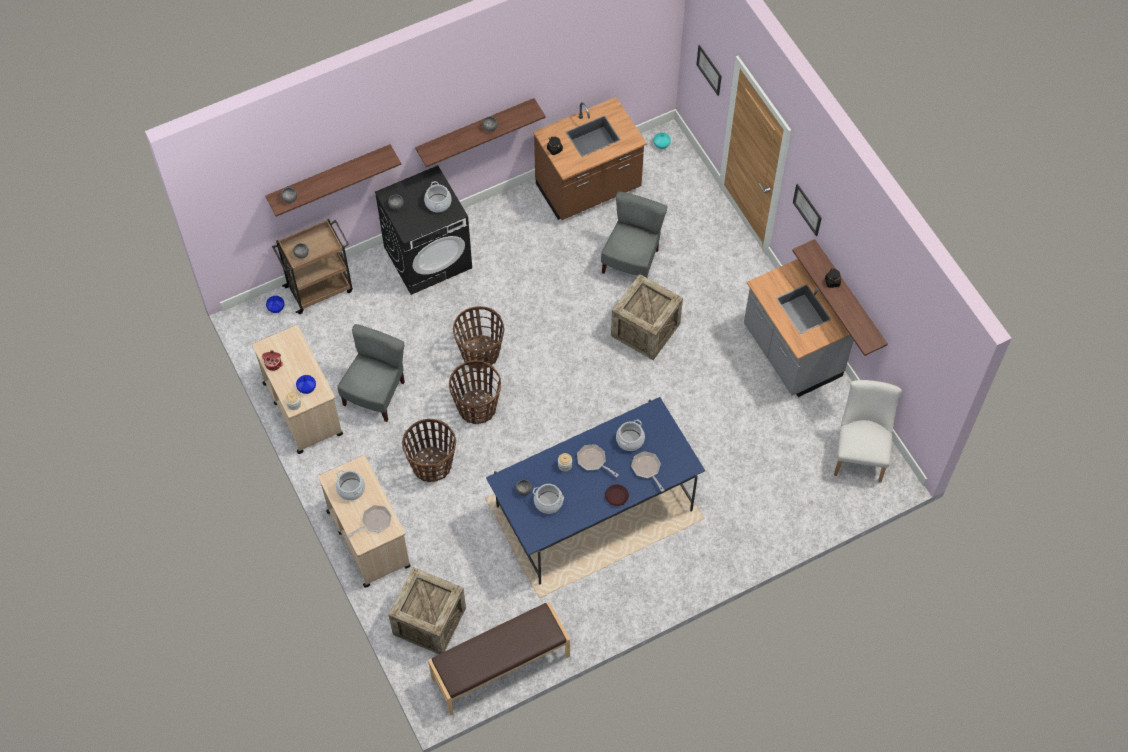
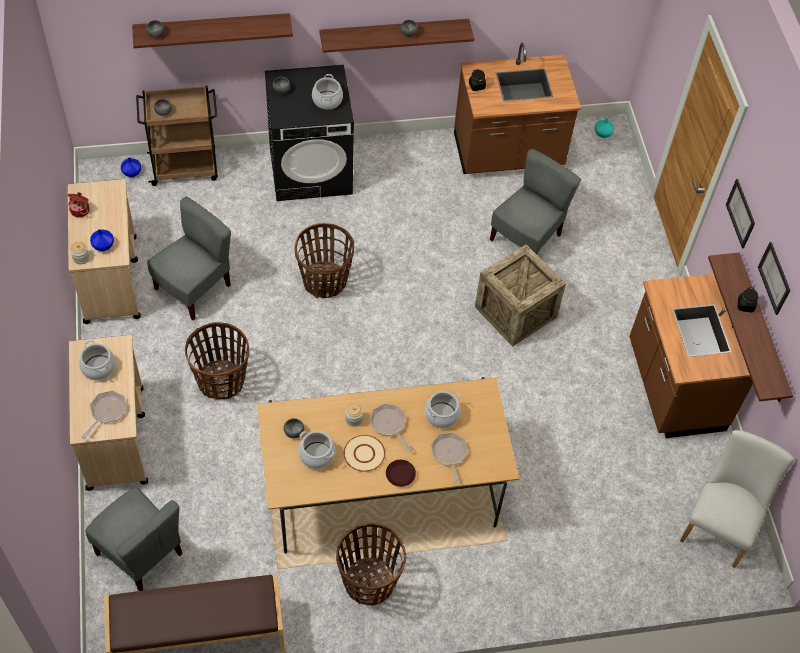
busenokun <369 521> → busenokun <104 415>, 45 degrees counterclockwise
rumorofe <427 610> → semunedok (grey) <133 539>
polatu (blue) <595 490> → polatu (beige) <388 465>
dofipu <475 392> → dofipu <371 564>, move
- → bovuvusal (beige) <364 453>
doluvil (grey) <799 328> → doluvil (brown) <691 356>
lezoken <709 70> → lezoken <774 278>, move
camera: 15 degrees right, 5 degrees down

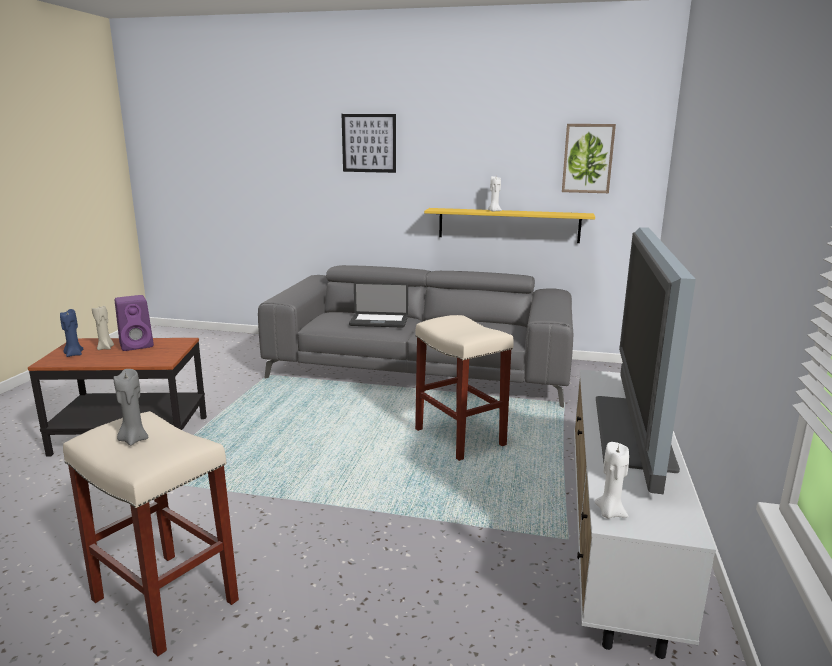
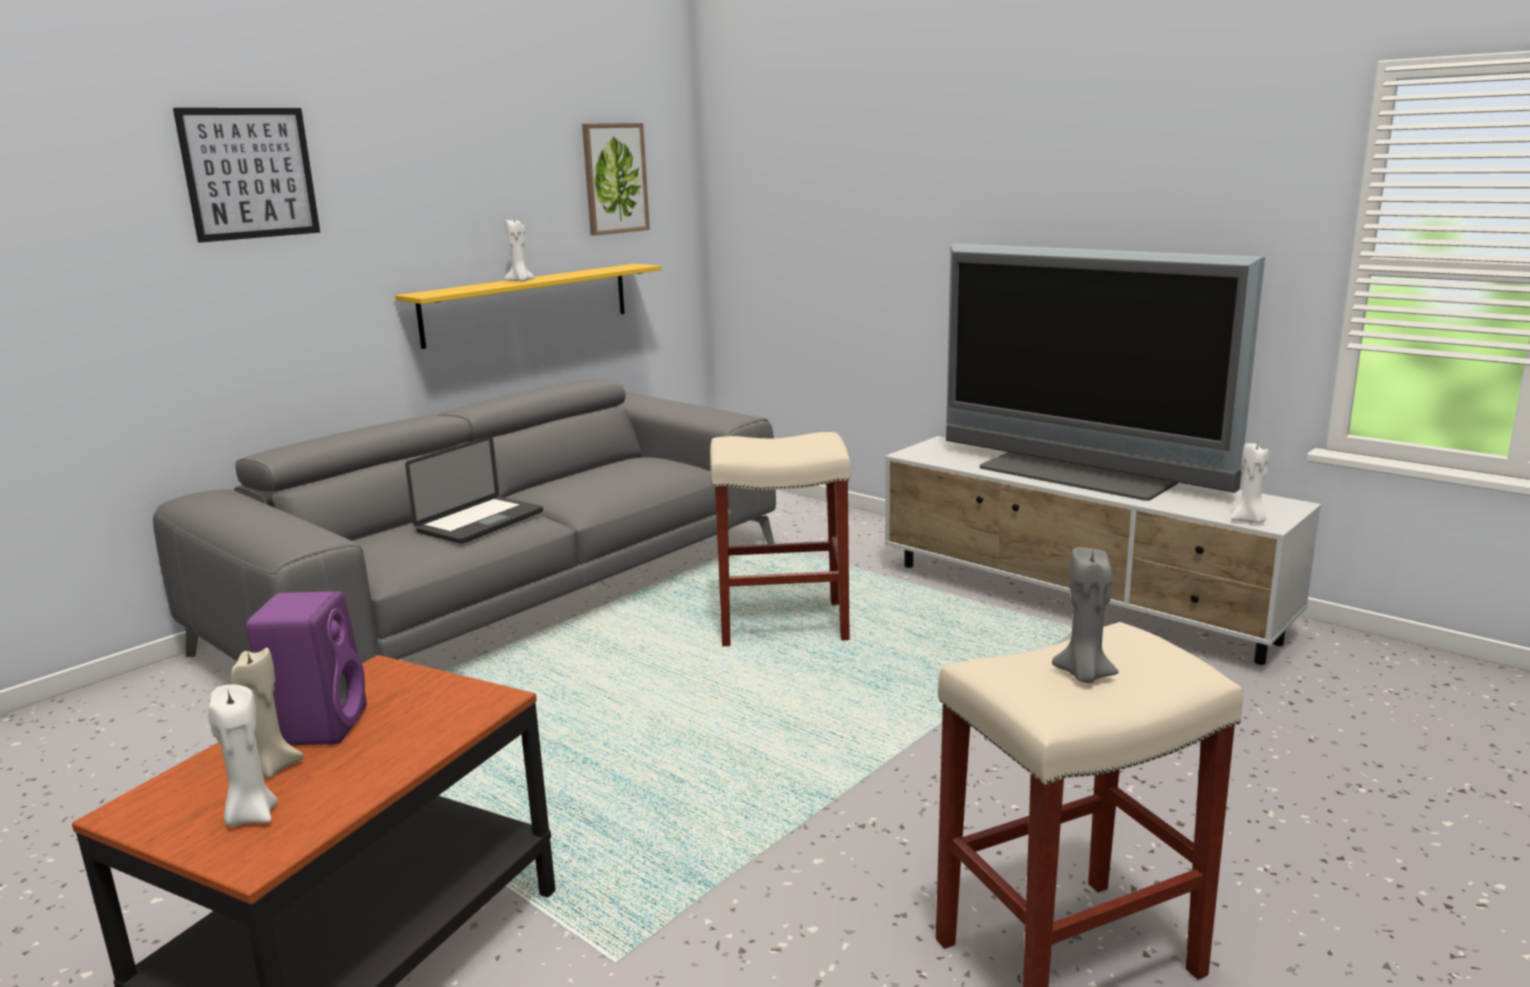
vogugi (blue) <71 333> → vogugi (white) <243 755>
camera: 60 degrees left, 0 degrees up

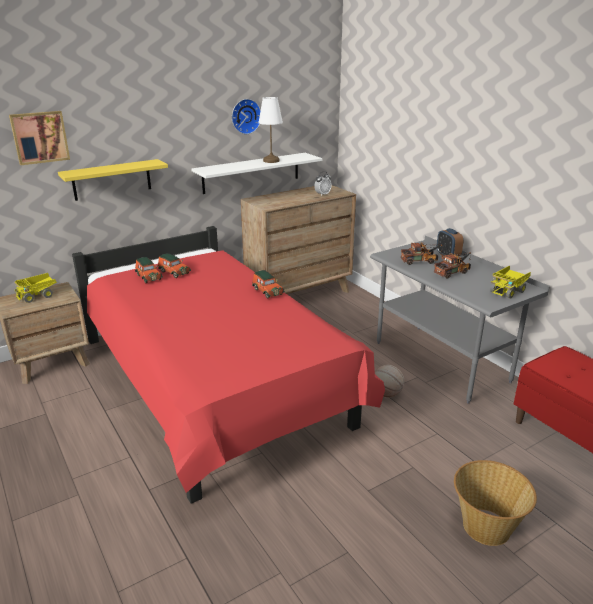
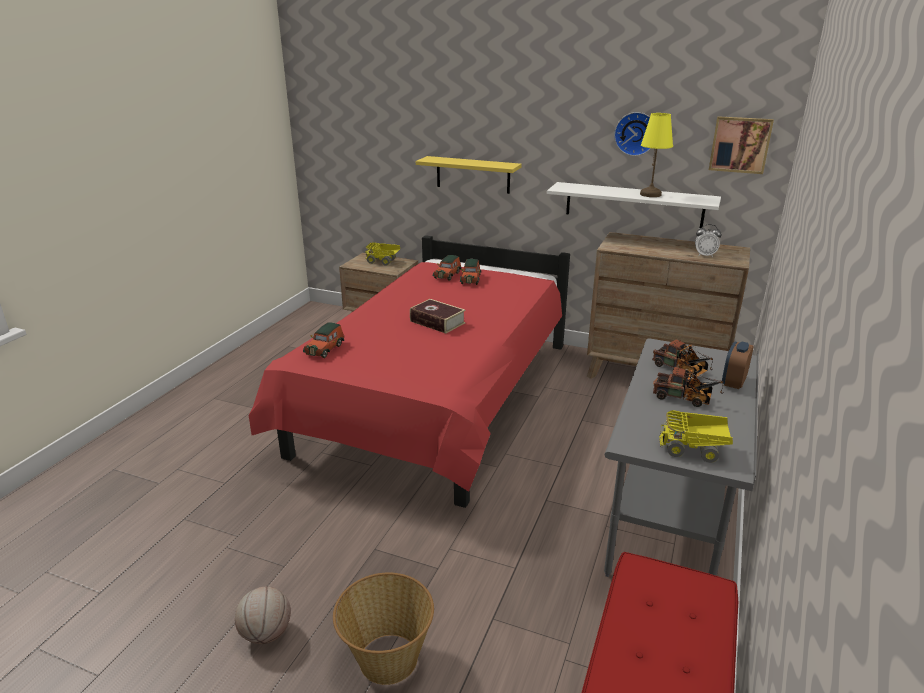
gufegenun <389 381> → gufegenun <263 615>, move
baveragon <268 284> → baveragon <323 340>, move
- → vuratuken <437 316>
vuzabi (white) <270 130> → vuzabi (yellow) <656 155>
lezoken <39 138> → lezoken <741 145>, move
camera: 55 degrees right, 0 degrees up

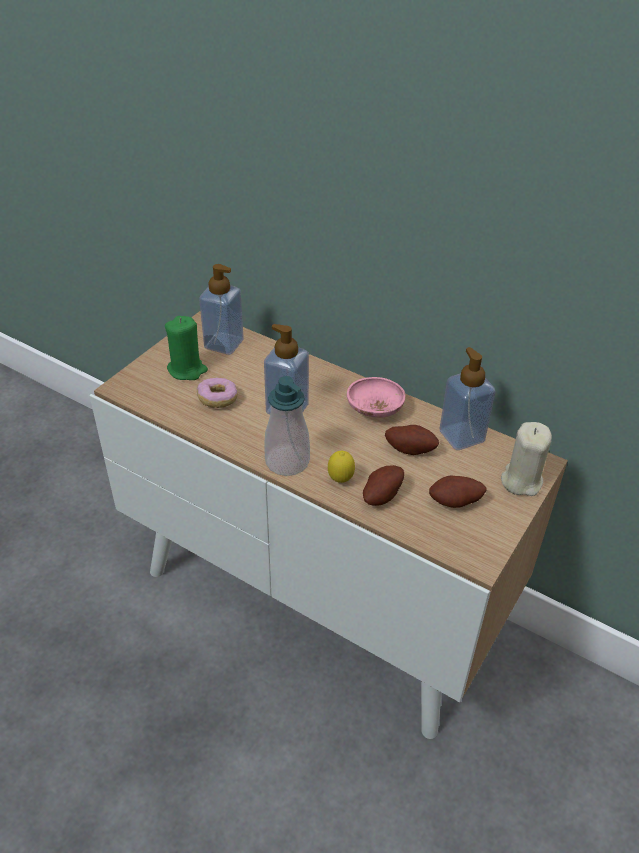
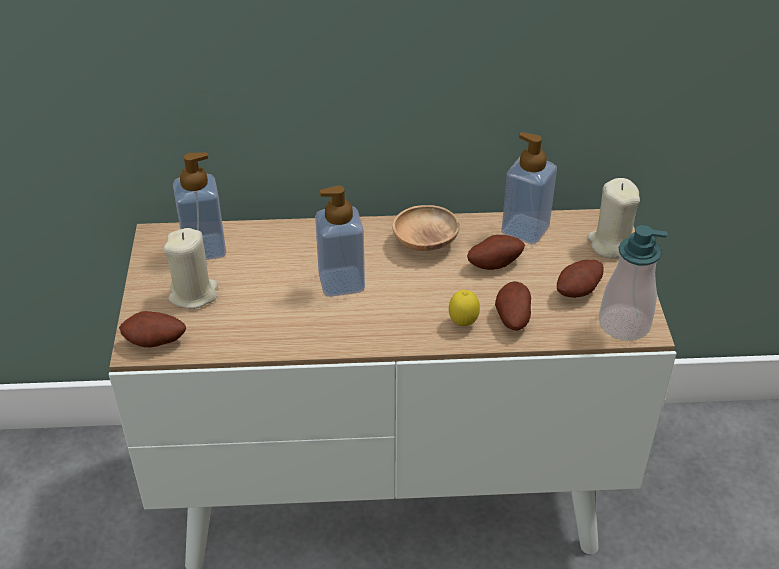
- → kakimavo <152 329>
vogugi (green) <186 348> → vogugi (beige) <191 268>
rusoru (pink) <376 397> → rusoru (brown) <426 228>
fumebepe <287 426> → fumebepe <633 283>, move
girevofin <217 393> → -
camera: 35 degrees left, 0 degrees up

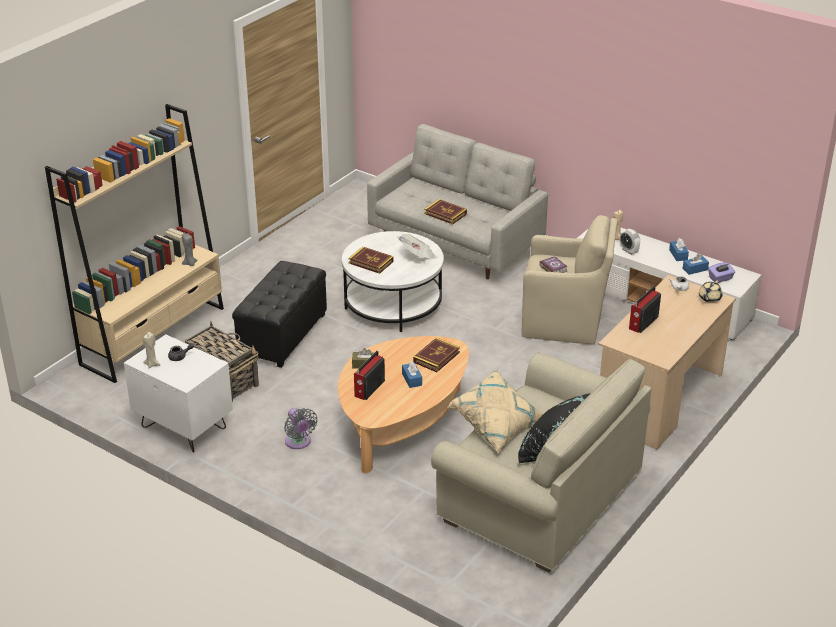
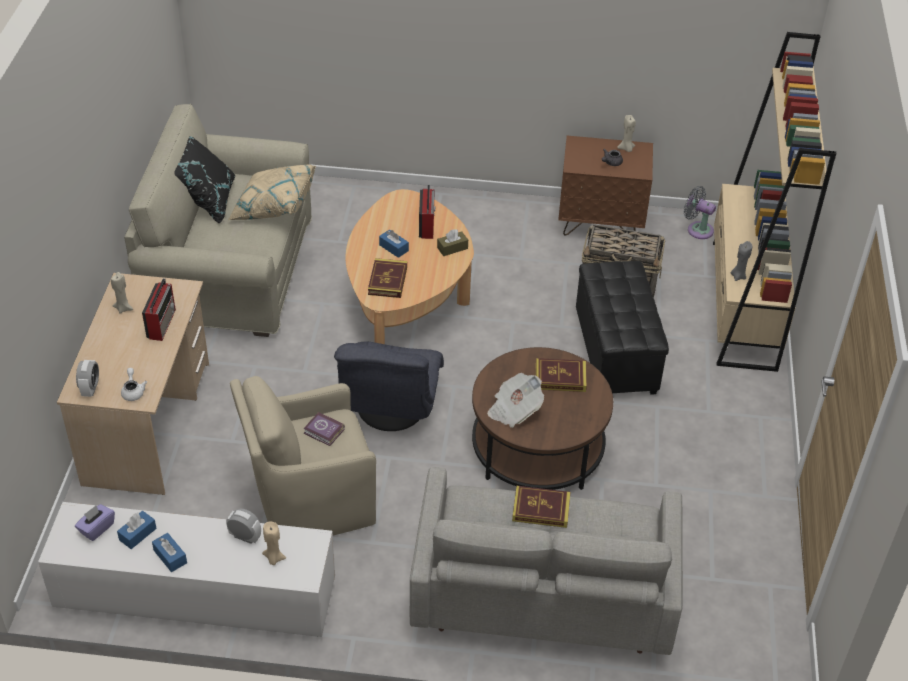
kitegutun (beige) <710 291> → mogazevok <87 378>
- → vogugi (beige) <122 293>
- → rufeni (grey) <389 386>
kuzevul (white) <393 281> → kuzevul (brown) <542 418>
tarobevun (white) <178 393> → tarobevun (brown) <605 186>
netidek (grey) <301 428> → netidek (grey) <700 212>, move
camera: 150 degrees right, 10 degrees up

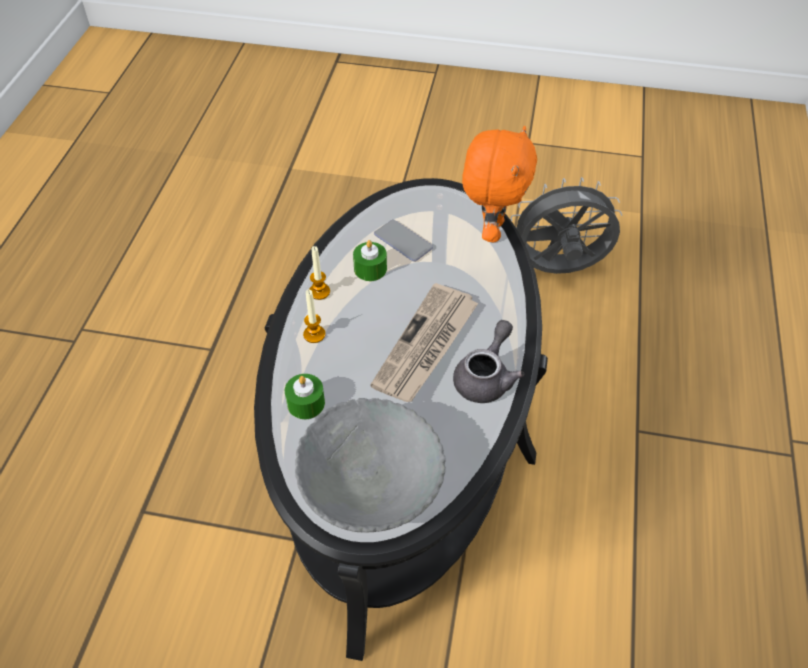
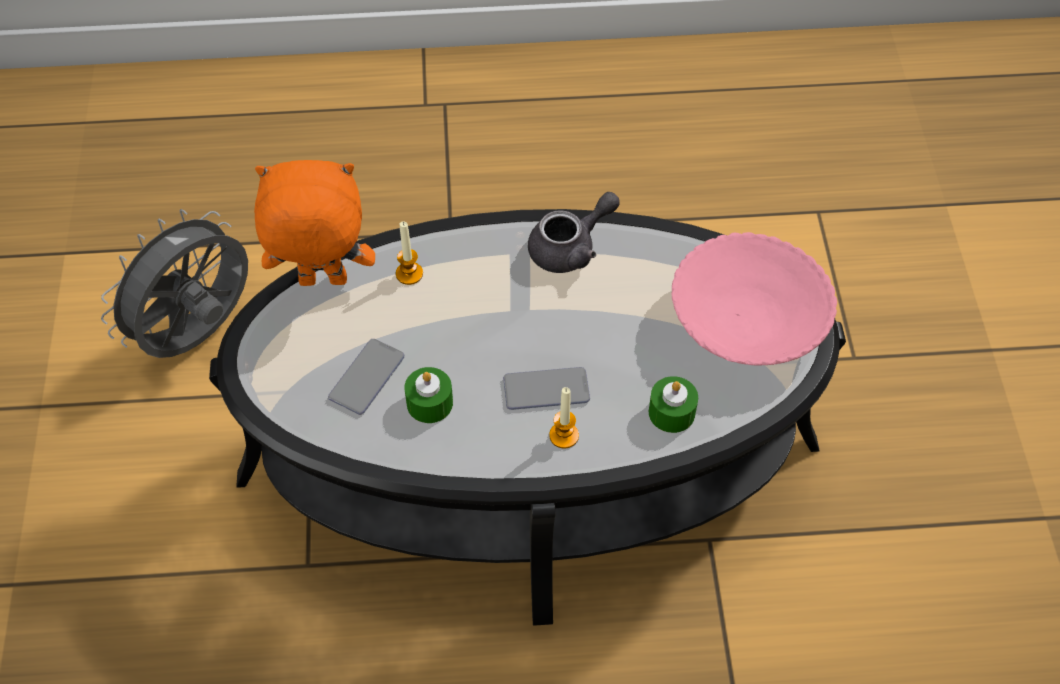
netidek (grey) <566 225> → netidek (grey) <174 283>, 60 degrees clockwise
vogugi <319 273> → vogugi <409 253>, move
- → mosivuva <546 388>
kitegutun (grey) <488 361> → kitegutun (grey) <574 232>, 135 degrees clockwise
rusoru (grey) <370 465> → rusoru (pink) <754 299>
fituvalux <424 342> → -
camera: 105 degrees left, 5 degrees up

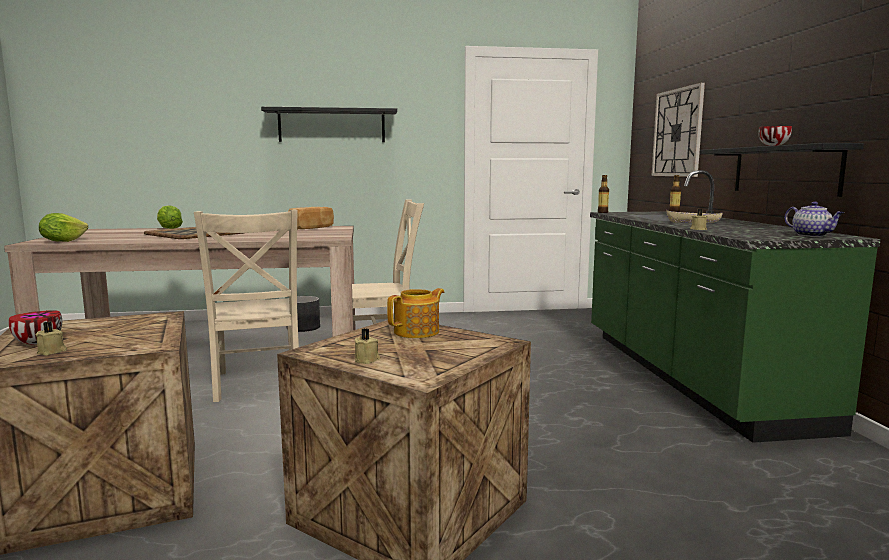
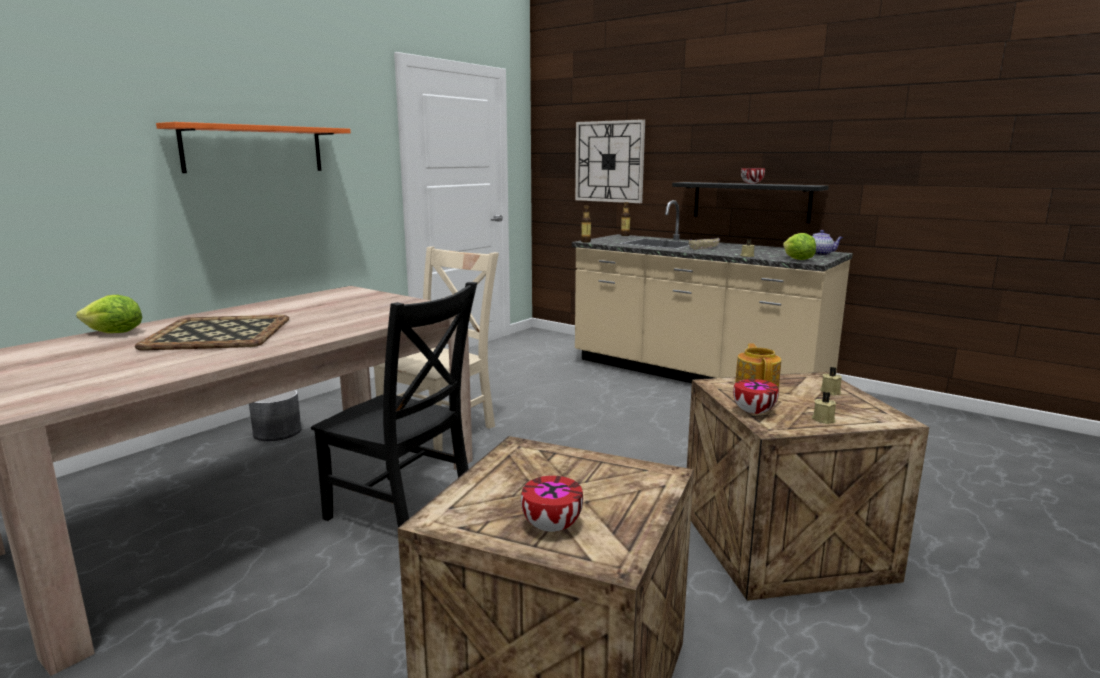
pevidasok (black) <329 124> → pevidasok (orange) <253 147>
semunedok (beige) <246 306> → semunedok (black) <394 405>
doluvil (green) <735 306> → doluvil (beige) <712 291>
- → rusoru <756 396>
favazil <63 227> → favazil <799 246>, move
vogugi (beige) <51 338> → vogugi (beige) <831 381>, move
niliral <311 218> → -
camera: 45 degrees left, 5 degrees up

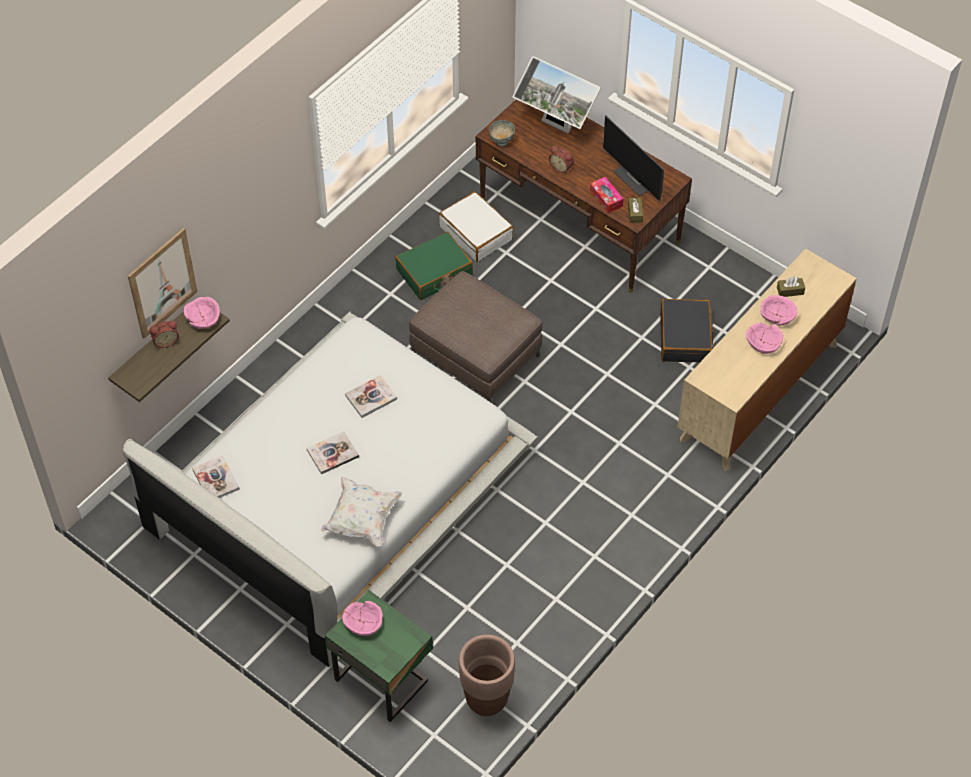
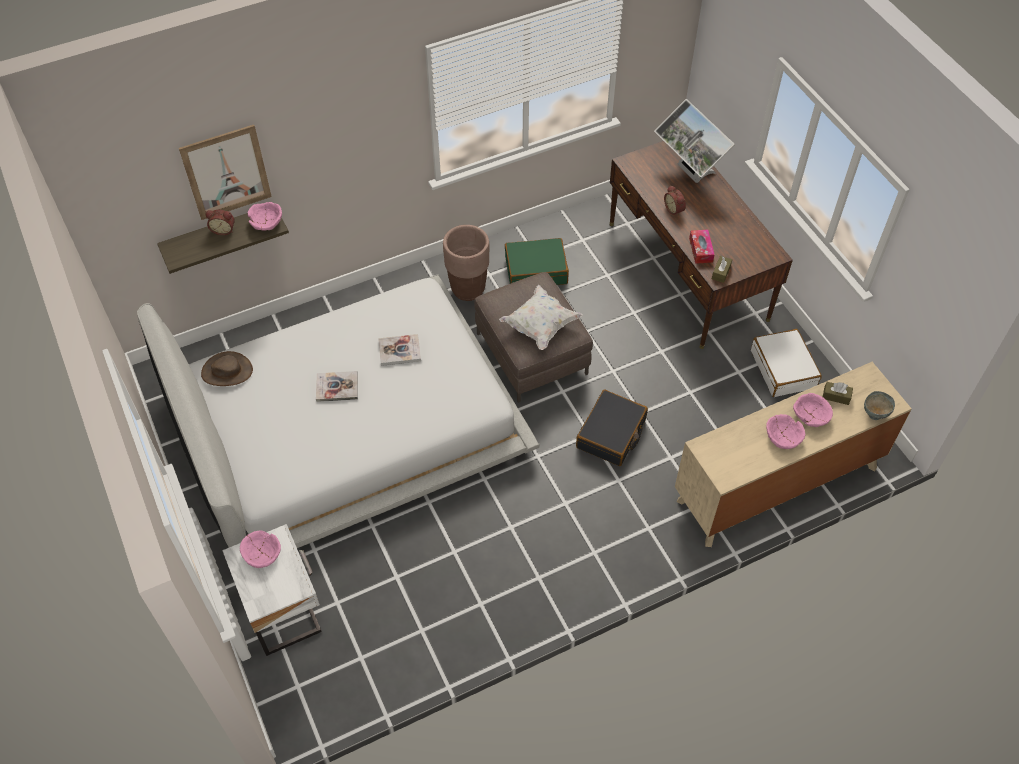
vuratuken <216 476> → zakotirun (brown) <227 368>
tarobevun (green) <379 656> → tarobevun (white) <272 590>
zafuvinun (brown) <487 675> → zafuvinun (brown) <466 263>, move
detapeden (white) <361 512> → detapeden (white) <541 317>, move
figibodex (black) <687 331> → figibodex (black) <612 428>, move
figibodex (white) <476 226> → figibodex (white) <786 363>, move
rusoru (grey) <502 133> → rusoru (grey) <879 405>, move
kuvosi <633 158> → -
camera: 25 degrees right, 0 degrees up

